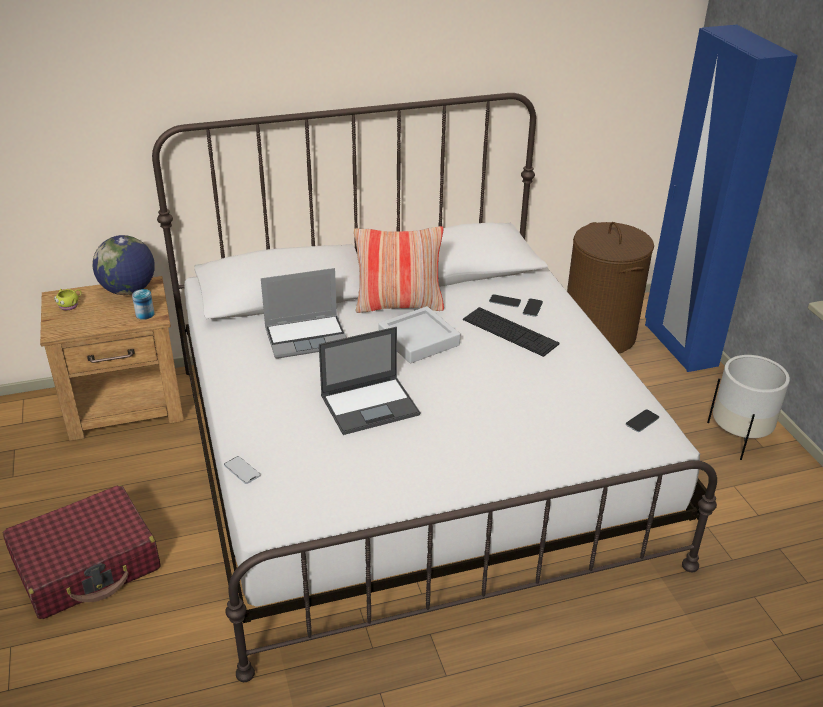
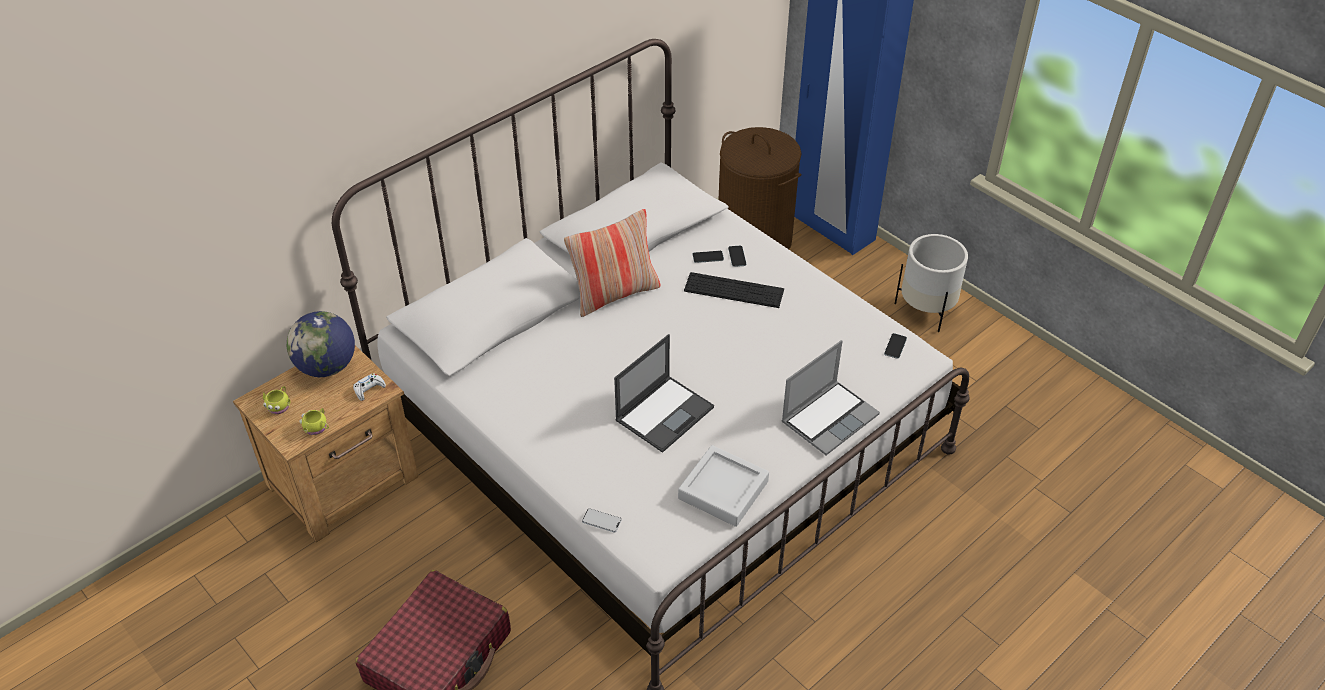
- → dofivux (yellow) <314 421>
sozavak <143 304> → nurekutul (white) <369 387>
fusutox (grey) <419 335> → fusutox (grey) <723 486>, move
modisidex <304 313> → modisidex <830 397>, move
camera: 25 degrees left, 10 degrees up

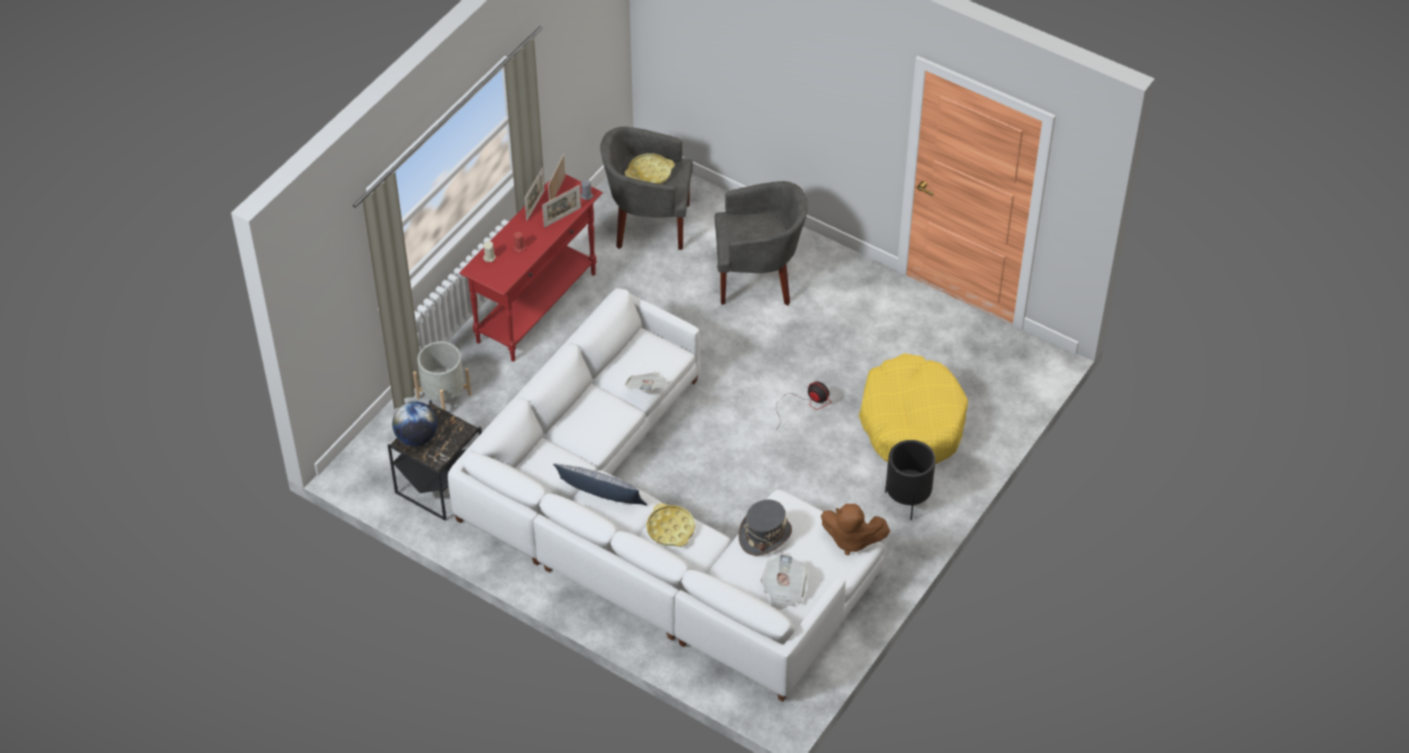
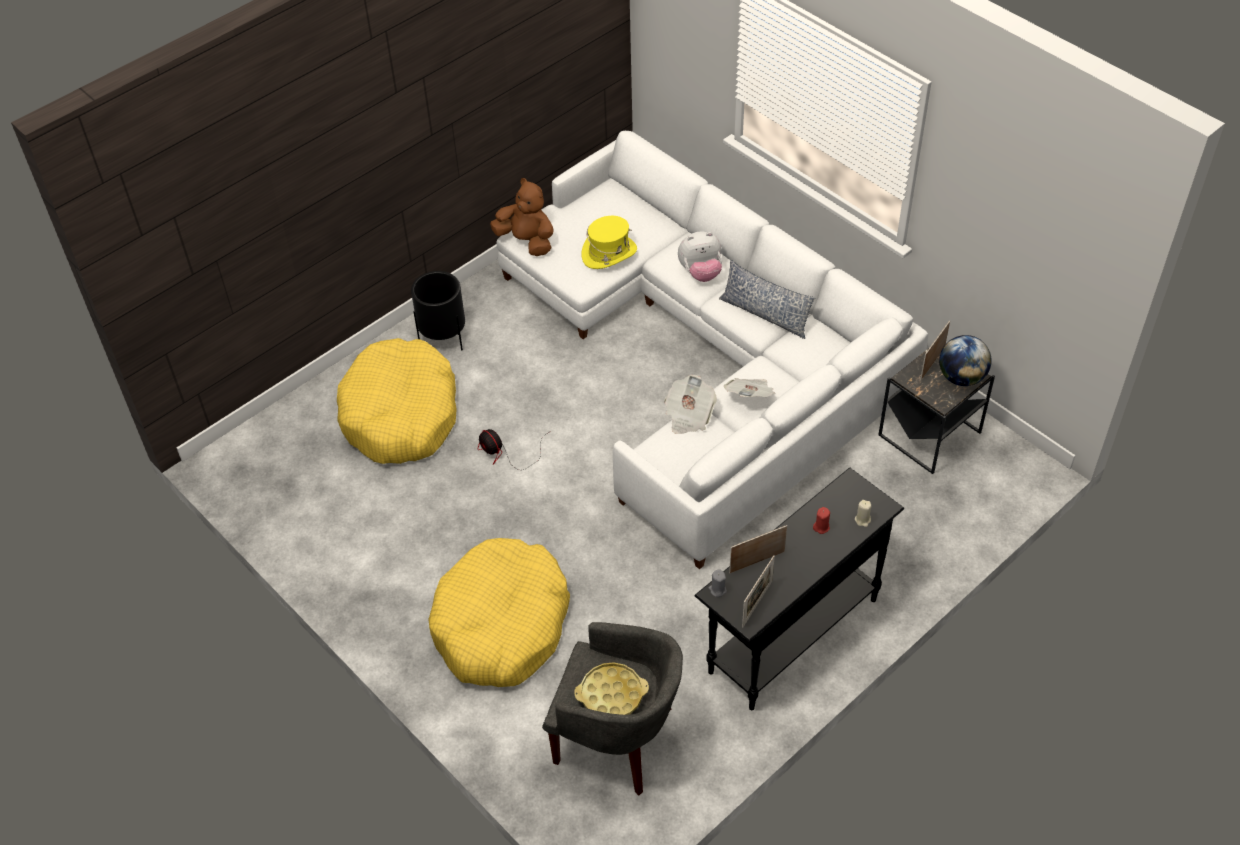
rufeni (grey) <761 243> → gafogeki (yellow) <499 612>
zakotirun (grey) <765 528> → zakotirun (yellow) <609 242>
fusutox (yellow) <670 525> → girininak <700 257>
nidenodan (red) <531 268> → nidenodan (black) <799 589>
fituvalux <785 581> → fituvalux <749 387>, move
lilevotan <535 194> → lilevotan <935 350>, move
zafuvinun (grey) <442 376> → -
camera: 165 degrees left, 0 degrees up

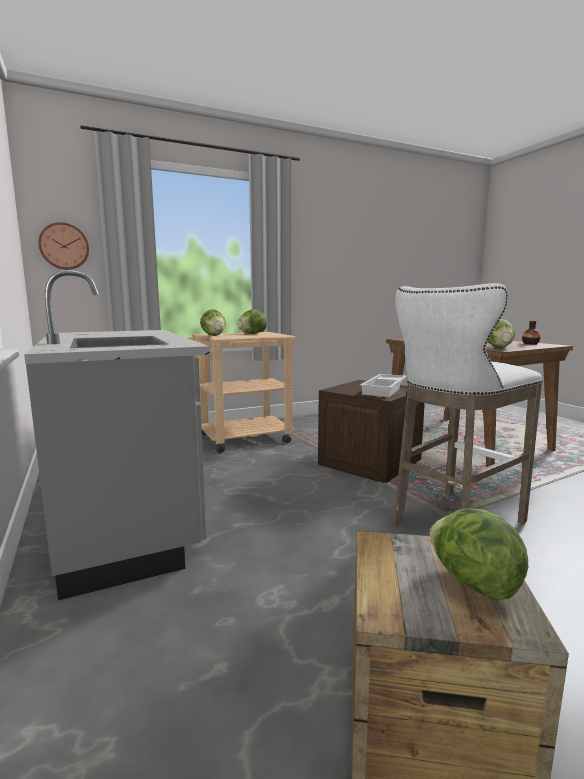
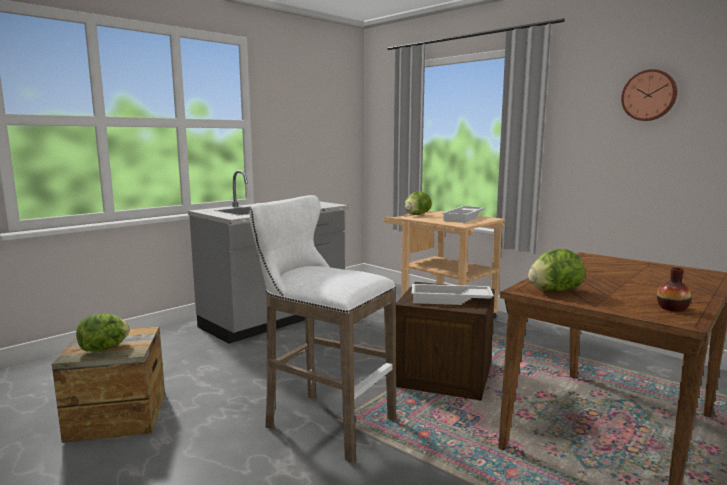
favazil <252 321> → fusutox (white) <463 214>
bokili <63 246> → bokili <649 95>, move
camera: 70 degrees right, 0 degrees up

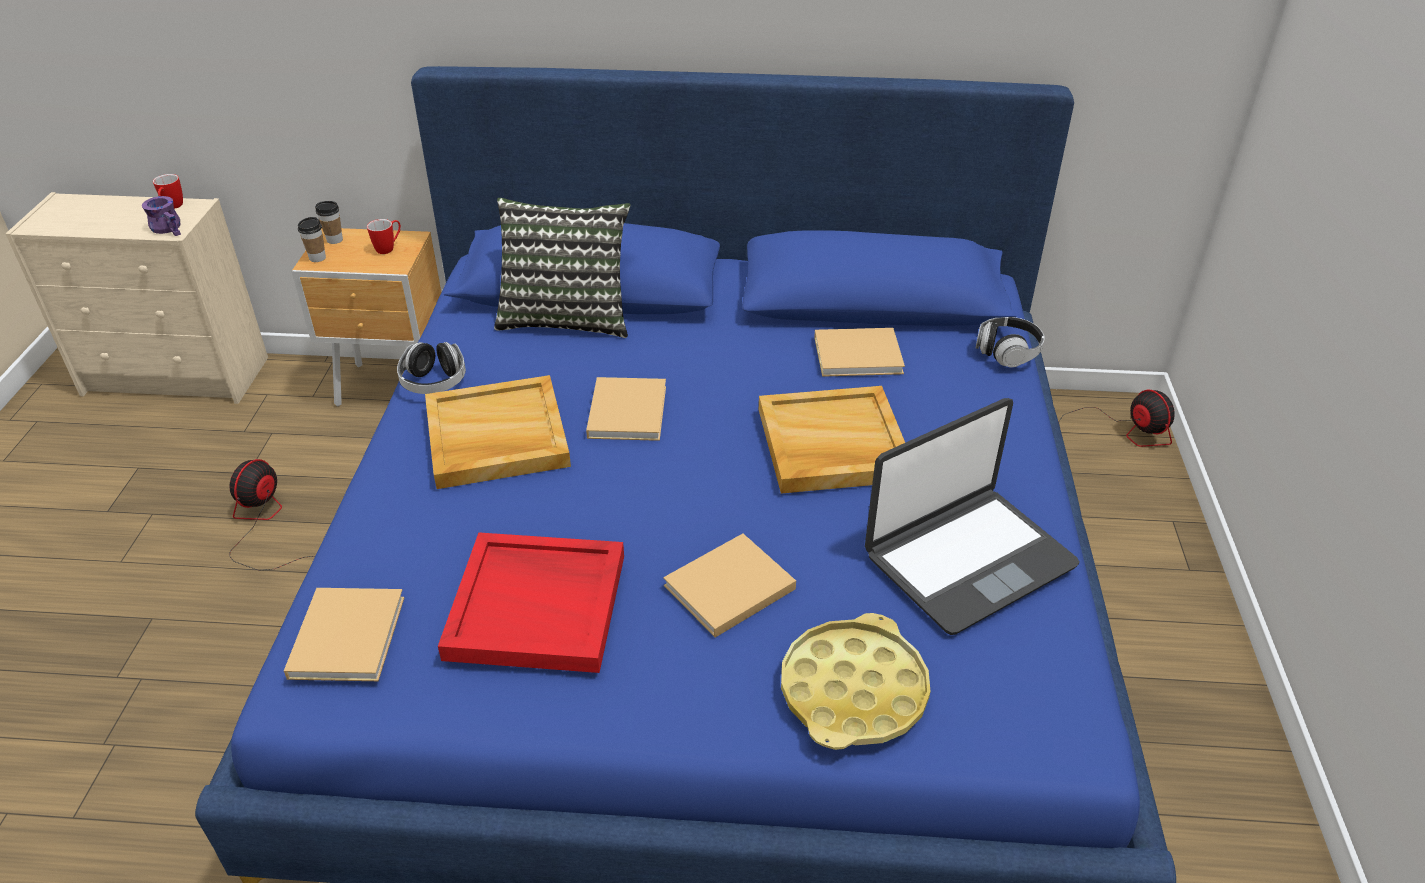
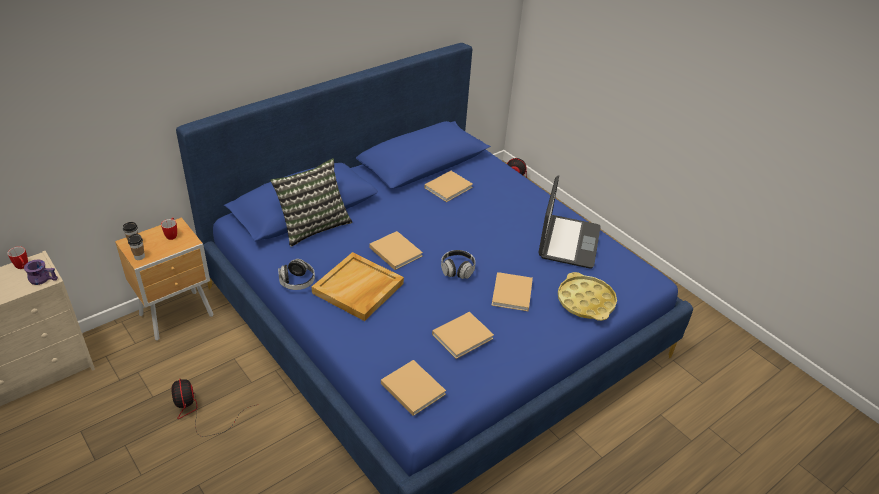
fusutox (red) <531 602> → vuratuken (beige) <463 335>
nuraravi <1010 342> → nuraravi <458 264>, move
fusutox (beige) <832 440> → -
camera: 45 degrees left, 0 degrees up

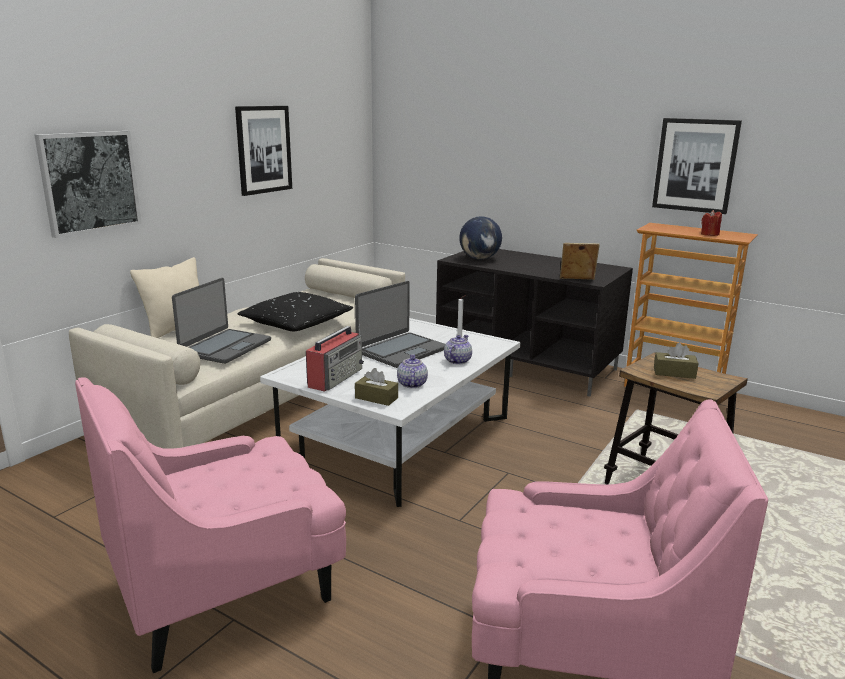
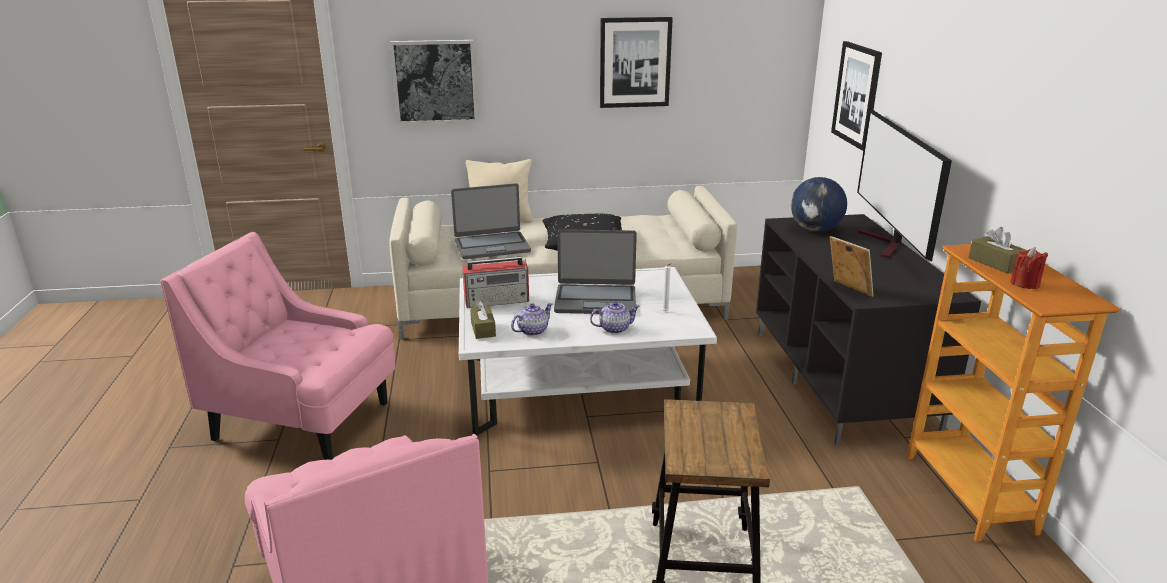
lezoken <697 166> → lezoken <856 96>, move
- → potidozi <904 186>
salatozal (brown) <676 361> → salatozal (brown) <997 250>, move
camera: 50 degrees right, 5 degrees up

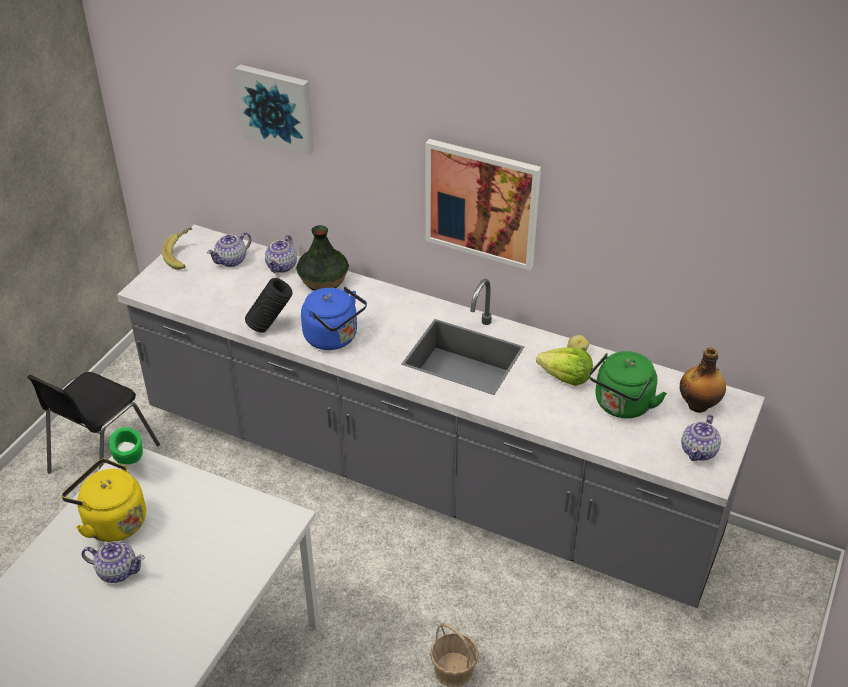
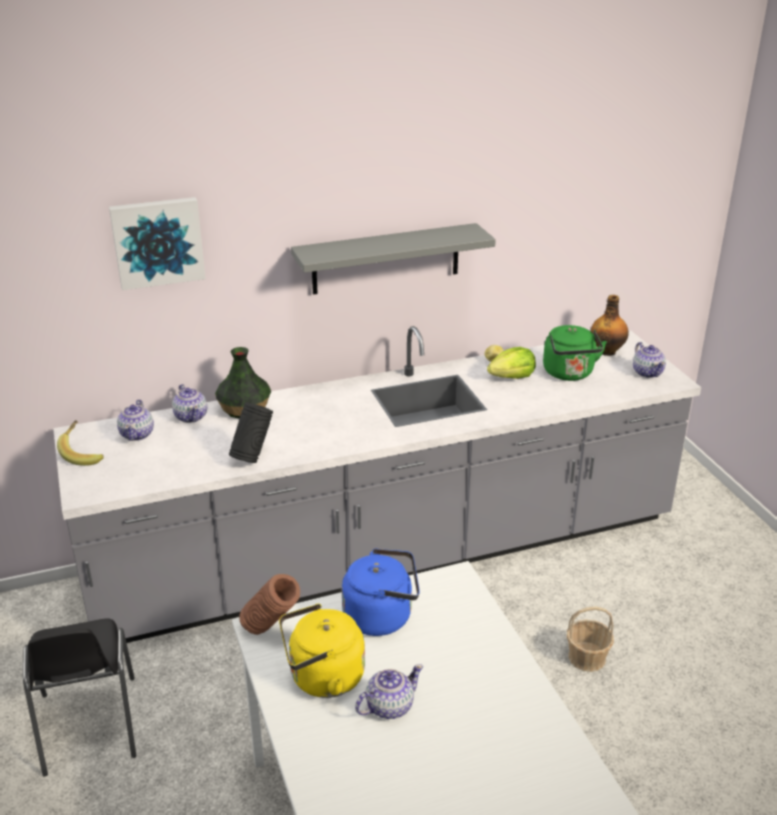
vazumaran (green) <126 445> → vazumaran (brown) <269 604>
lezoken <483 204> → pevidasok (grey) <393 259>
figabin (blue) <334 318> → figabin (blue) <381 592>, move
camera: 45 degrees left, 10 degrees down

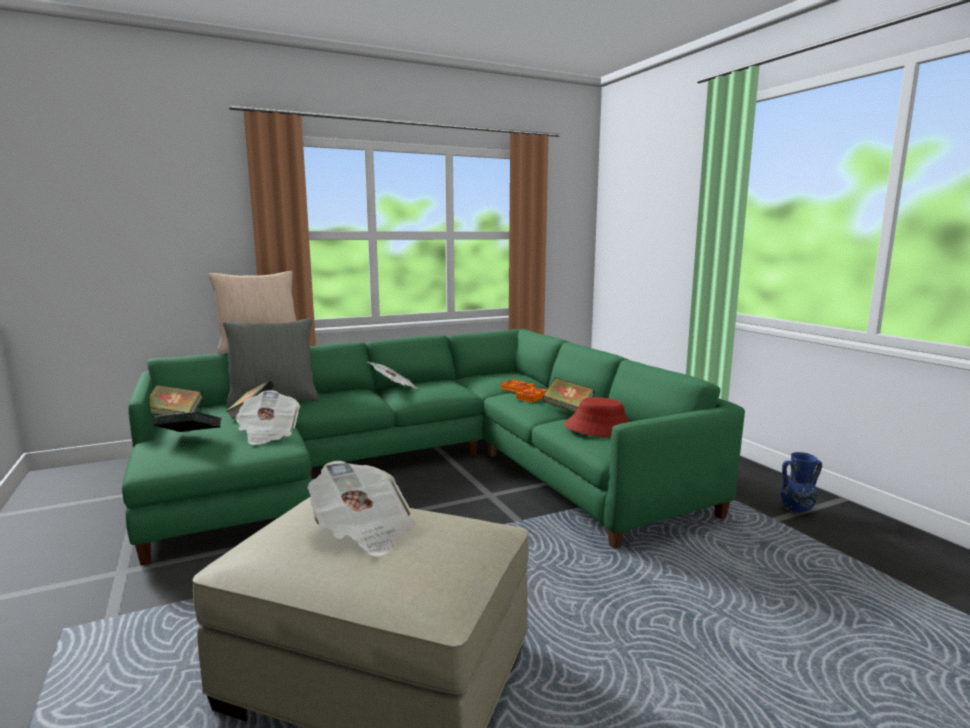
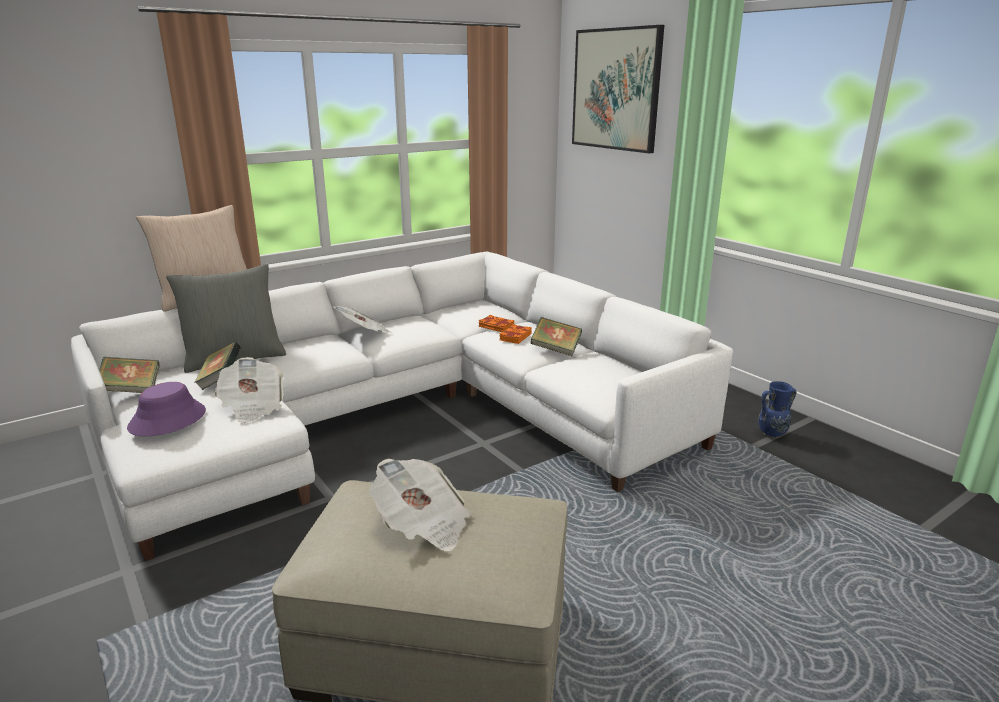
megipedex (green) <433 447> → megipedex (white) <402 406>
vuratuken <187 422> → zakotirun (purple) <166 409>
- → lezoken <618 89>
zakotirun (red) <596 417> → -
camera: 10 degrees left, 10 degrees up

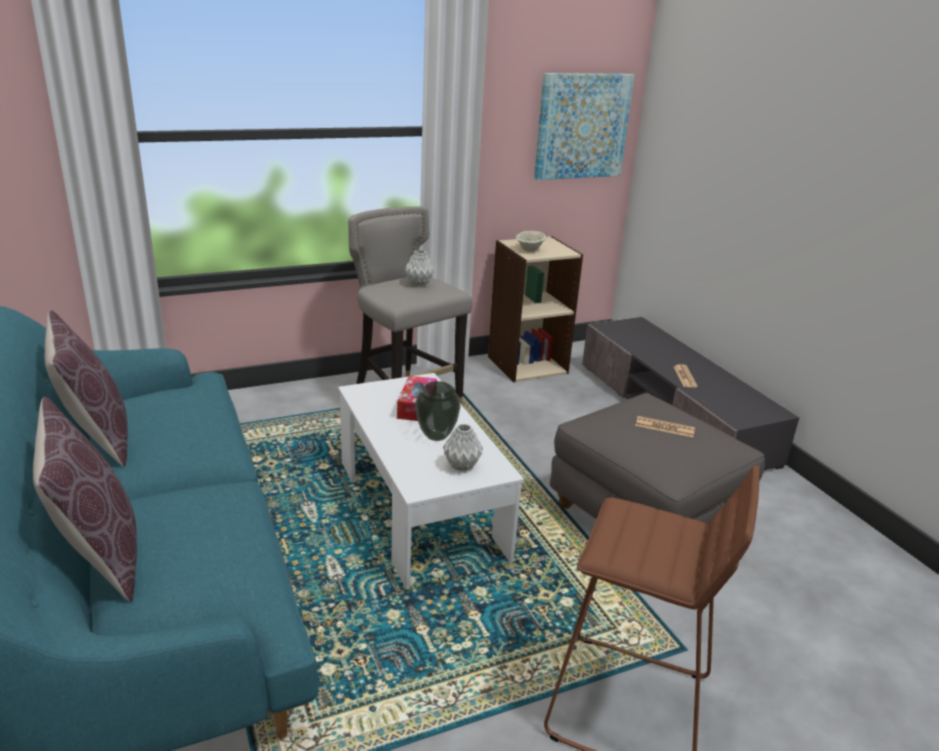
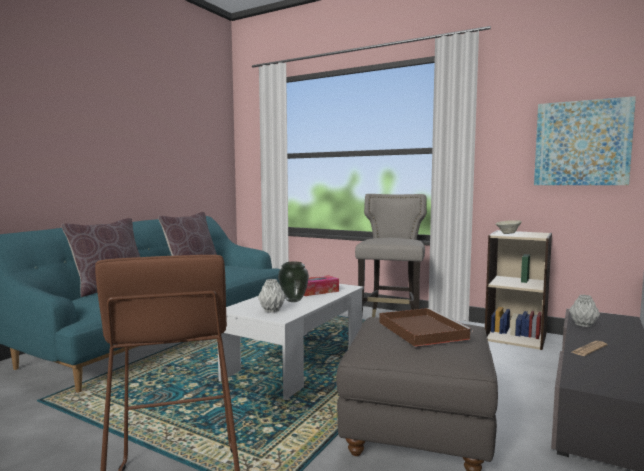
fituvalux <665 426> → fusutox (brown) <426 327>
vazumaran (grey) <420 268> → vazumaran (grey) <584 311>, move
camera: 55 degrees right, 20 degrees down

